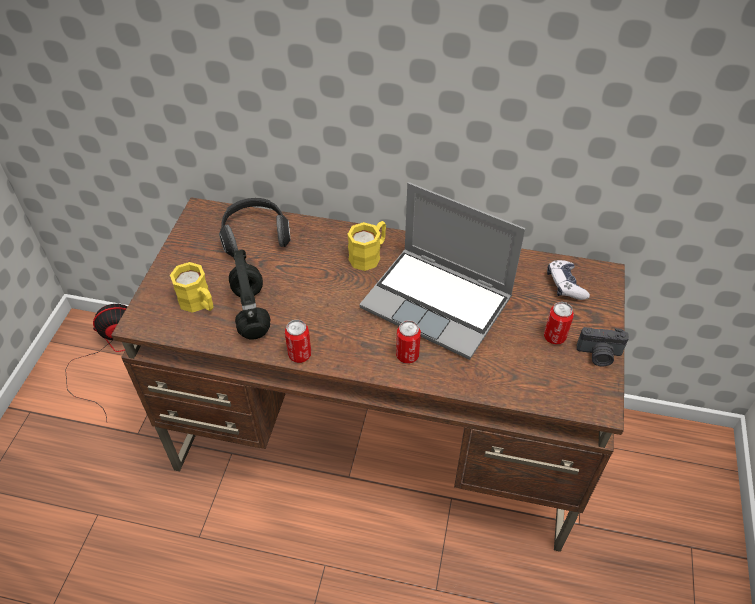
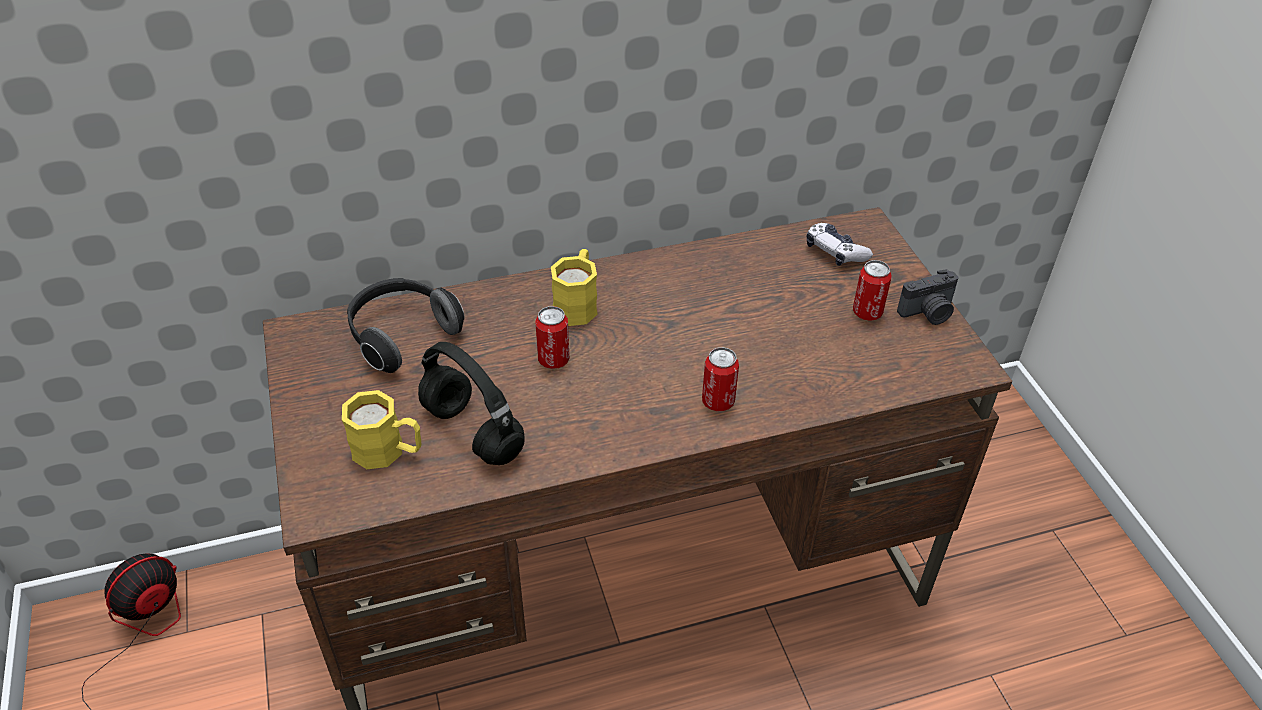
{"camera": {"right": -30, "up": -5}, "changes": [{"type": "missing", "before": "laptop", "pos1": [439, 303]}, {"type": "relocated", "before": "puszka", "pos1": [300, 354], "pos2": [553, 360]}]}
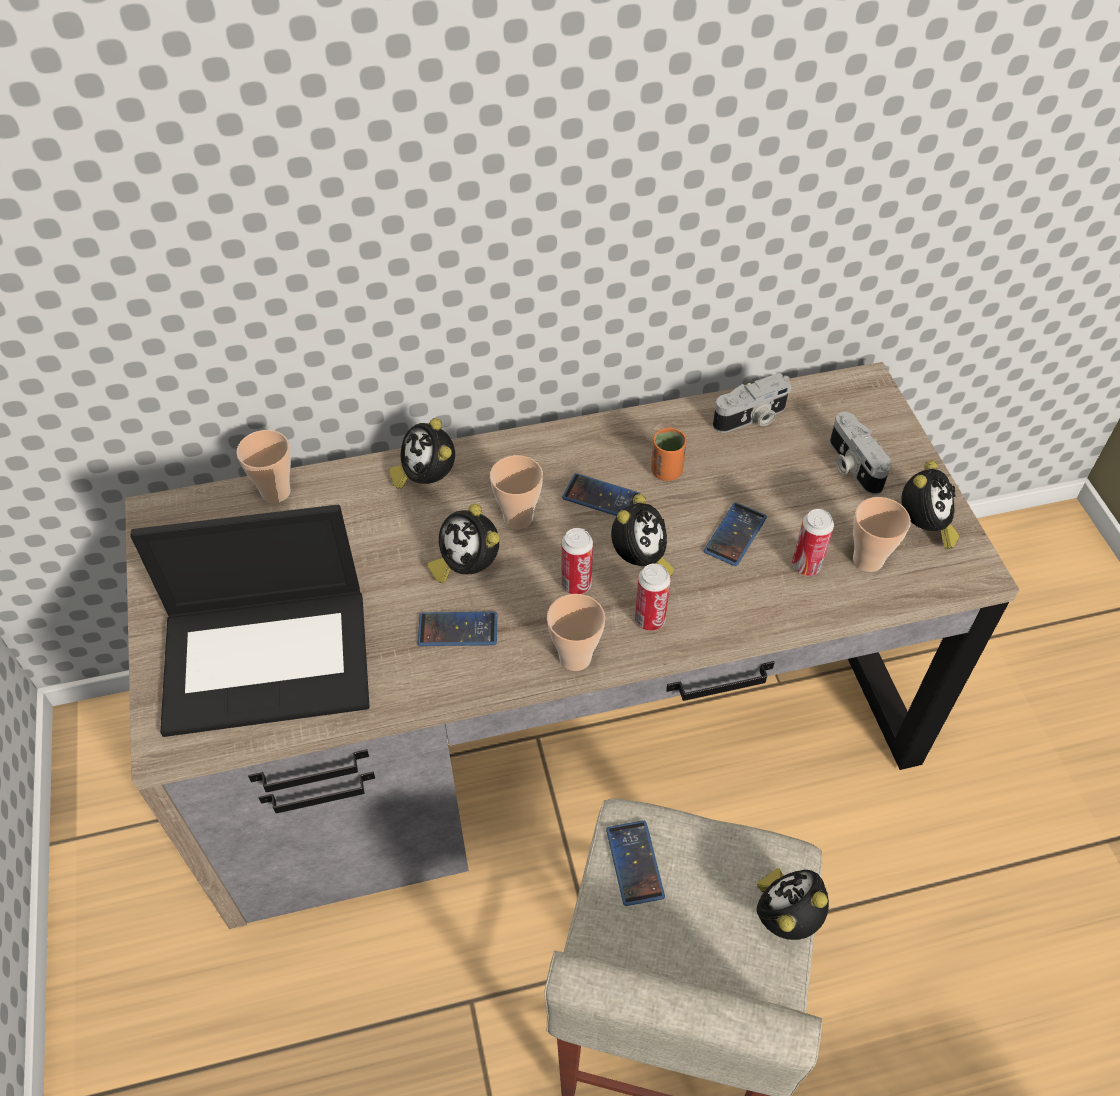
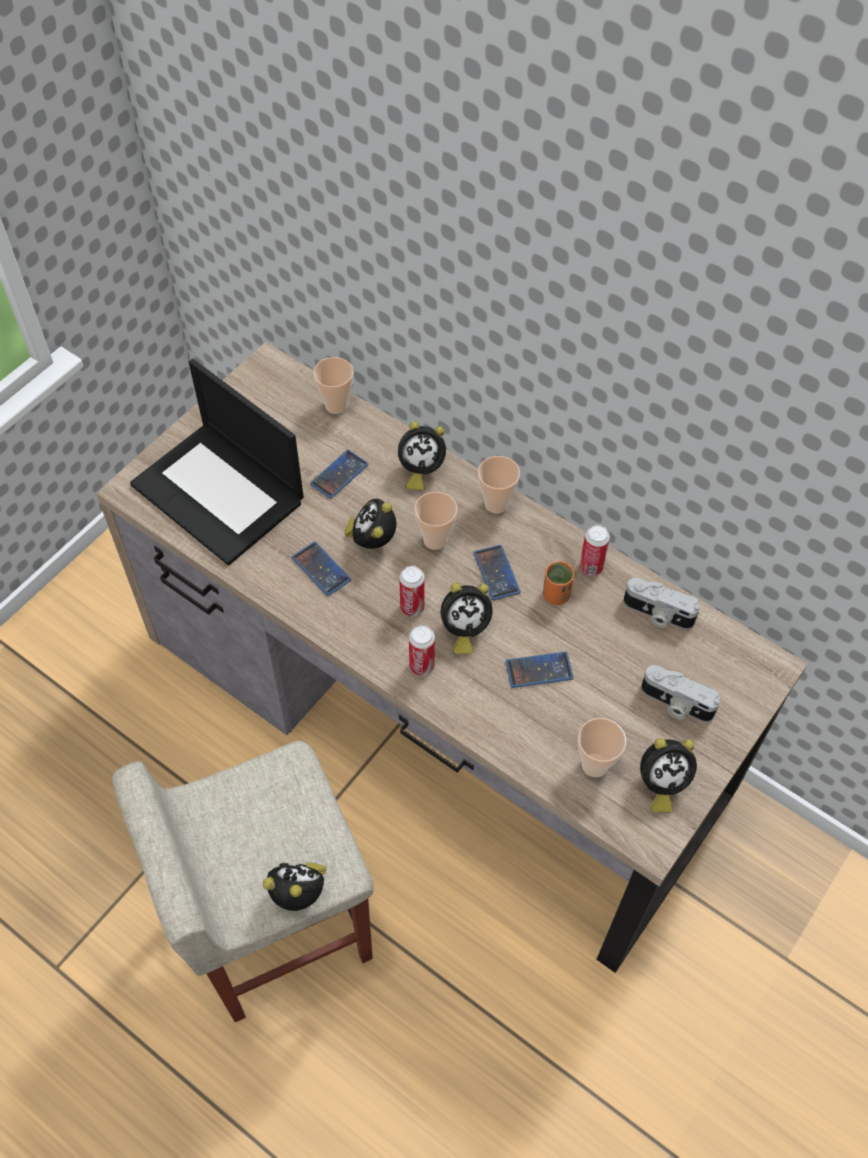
{"camera": {"right": 50, "up": 5}, "changes": [{"type": "spun", "before": "aparat fotograficzny", "pos1": [851, 465], "pos2": [675, 704], "turn": -90}, {"type": "spun", "before": "budzik", "pos1": [427, 478], "pos2": [420, 470], "turn": -120}, {"type": "relocated", "before": "puszka", "pos1": [806, 565], "pos2": [591, 567]}, {"type": "relocated", "before": "filiżanka", "pos1": [575, 657], "pos2": [496, 504]}, {"type": "relocated", "before": "telefon", "pos1": [635, 863], "pos2": [339, 474]}]}
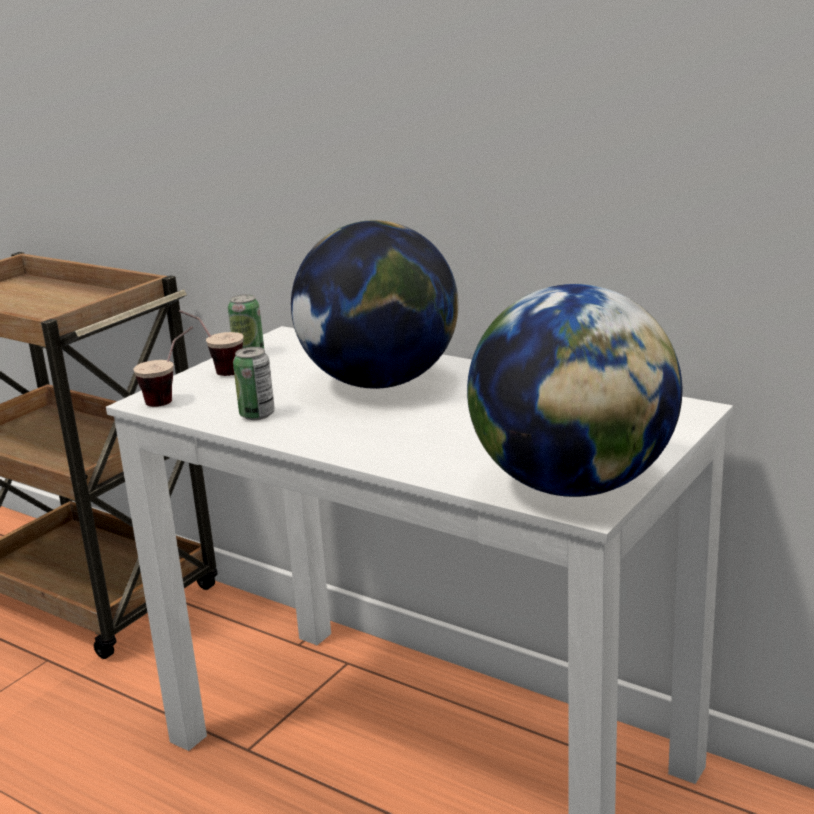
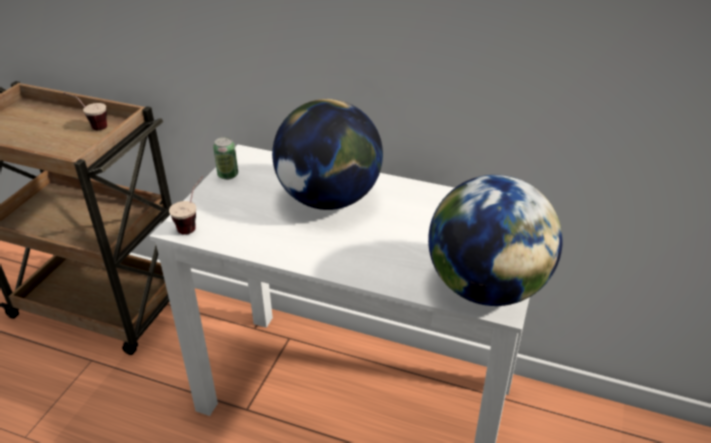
{"camera": {"right": -15, "up": 15}, "changes": [{"type": "relocated", "before": "filiżanka", "pos1": [215, 371], "pos2": [91, 126]}, {"type": "missing", "before": "puszka", "pos1": [257, 415]}]}
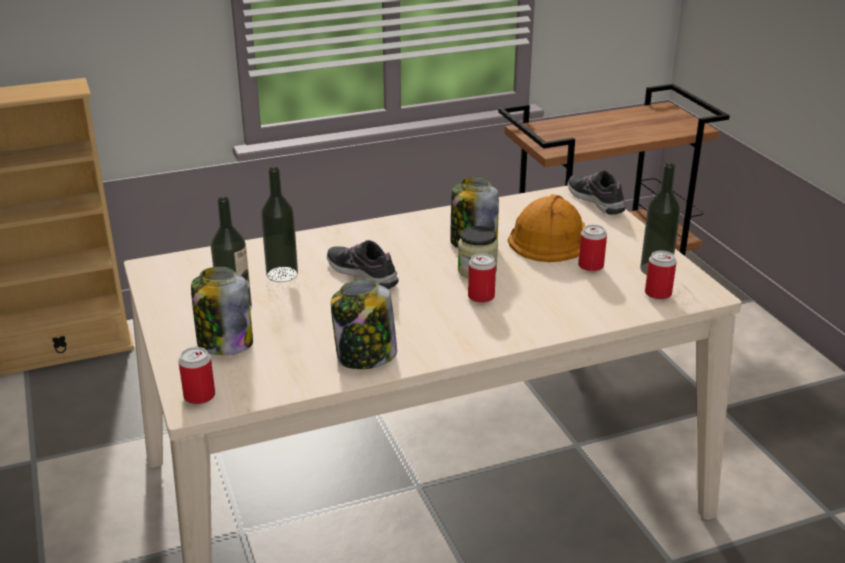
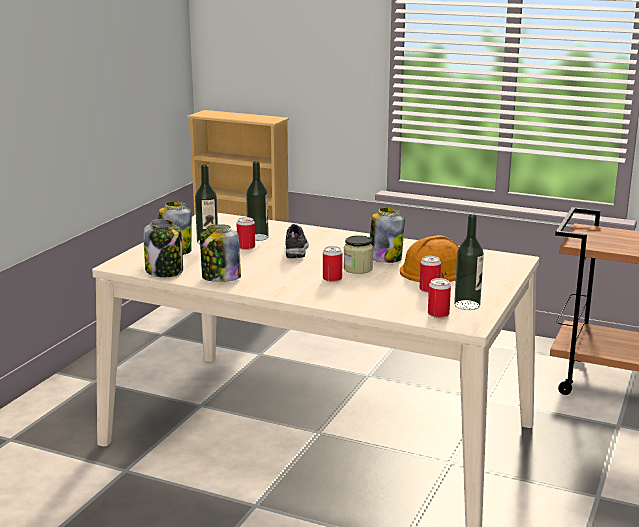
{"camera": {"right": 45, "up": -10}, "changes": [{"type": "missing", "before": "but", "pos1": [596, 200]}, {"type": "relocated", "before": "puszka", "pos1": [199, 396], "pos2": [246, 247]}, {"type": "appeared", "after": "słoik", "pos2": [165, 271]}]}
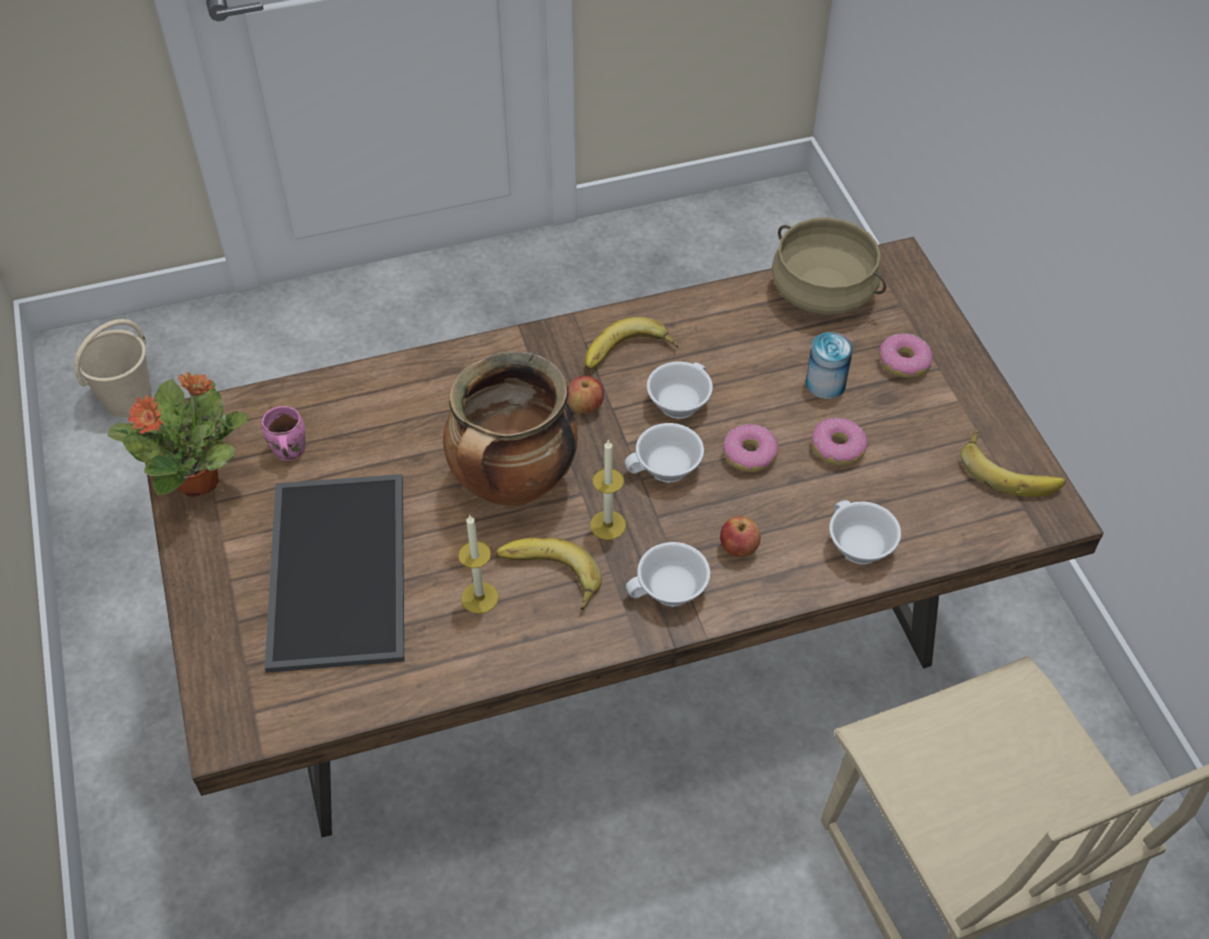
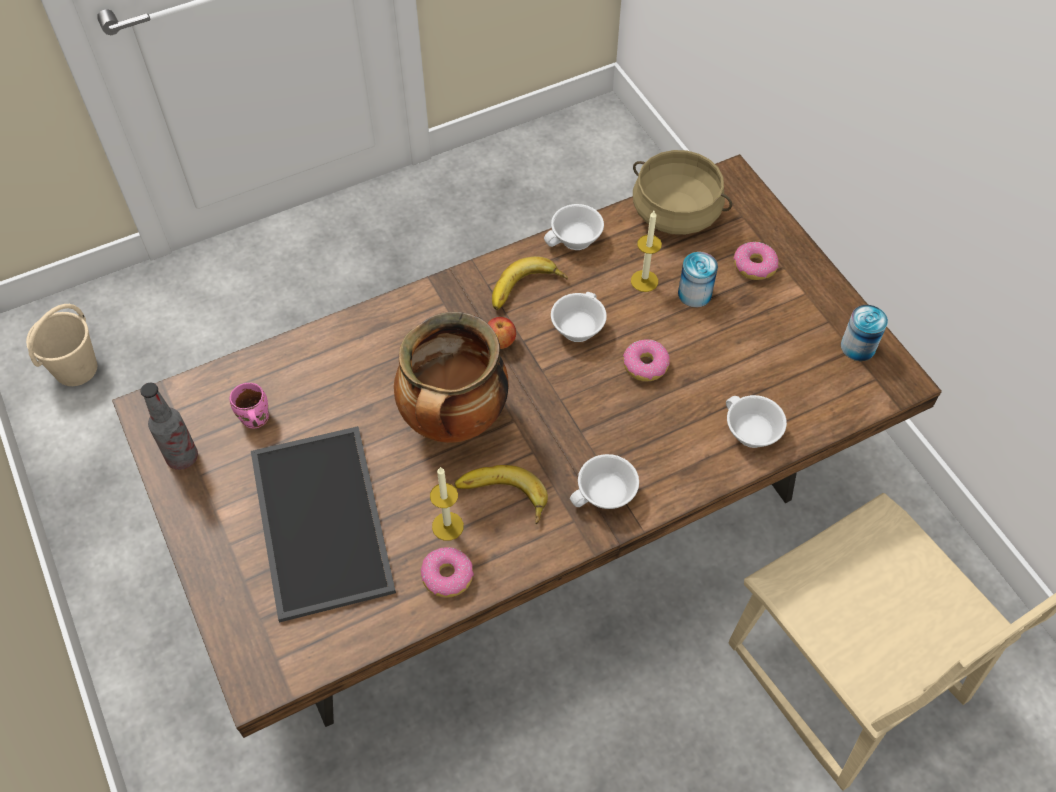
{"camera": {"right": -10, "up": 5}, "changes": [{"type": "exchanged", "before": "roślina doniczkowa", "after": "butelka", "pos1": [199, 480], "pos2": [182, 457]}, {"type": "relocated", "before": "donut", "pos1": [838, 448], "pos2": [448, 576]}, {"type": "relocated", "before": "filiżanka [biały]", "pos1": [667, 469], "pos2": [575, 240]}, {"type": "exchanged", "before": "banan", "after": "puszka", "pos1": [1010, 468], "pos2": [858, 347]}, {"type": "relocated", "before": "świeca", "pos1": [608, 525], "pos2": [644, 281]}, {"type": "missing", "before": "jabłko", "pos1": [738, 549]}]}
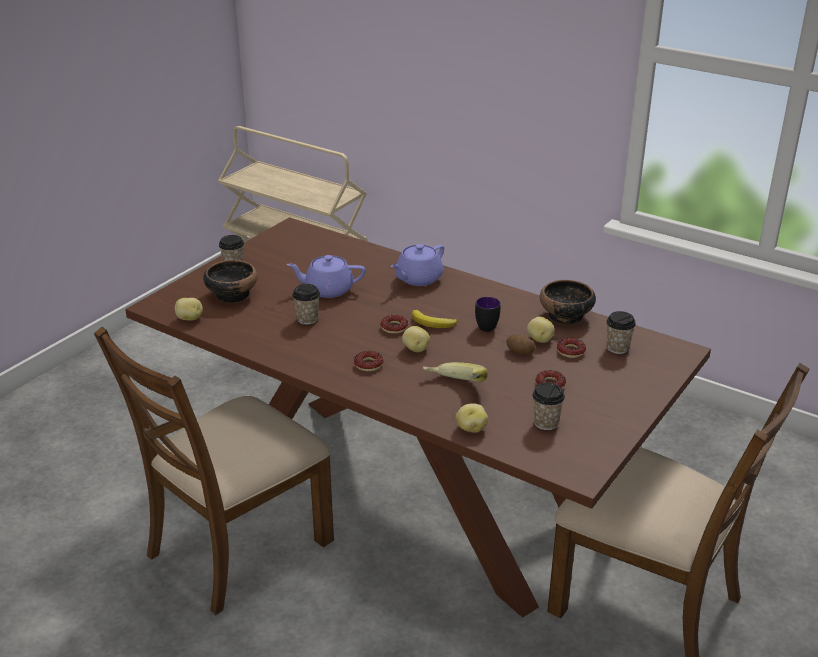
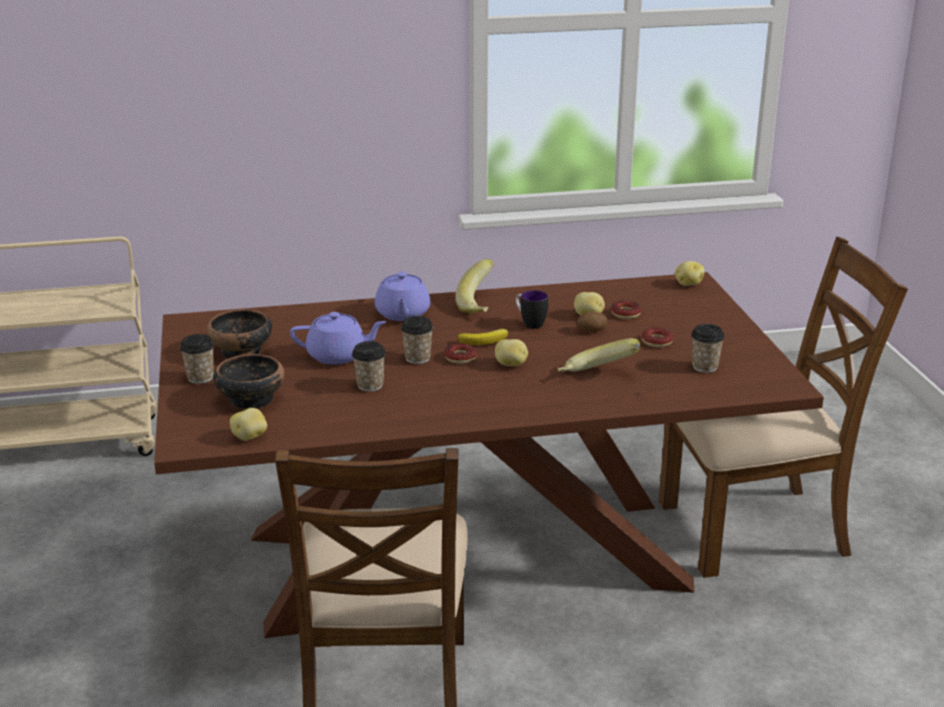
{"camera": {"right": -45, "up": -5}, "changes": [{"type": "spun", "before": "imbryk [fioletowy]", "pos1": [328, 290], "pos2": [338, 355], "turn": -135}, {"type": "relocated", "before": "miska", "pos1": [565, 316], "pos2": [241, 352]}, {"type": "relocated", "before": "filiżanka", "pos1": [617, 348], "pos2": [417, 358]}, {"type": "missing", "before": "donut", "pos1": [368, 364]}, {"type": "relocated", "before": "ziemniak", "pos1": [471, 428], "pos2": [688, 284]}, {"type": "appeared", "after": "banan", "pos2": [481, 305]}]}
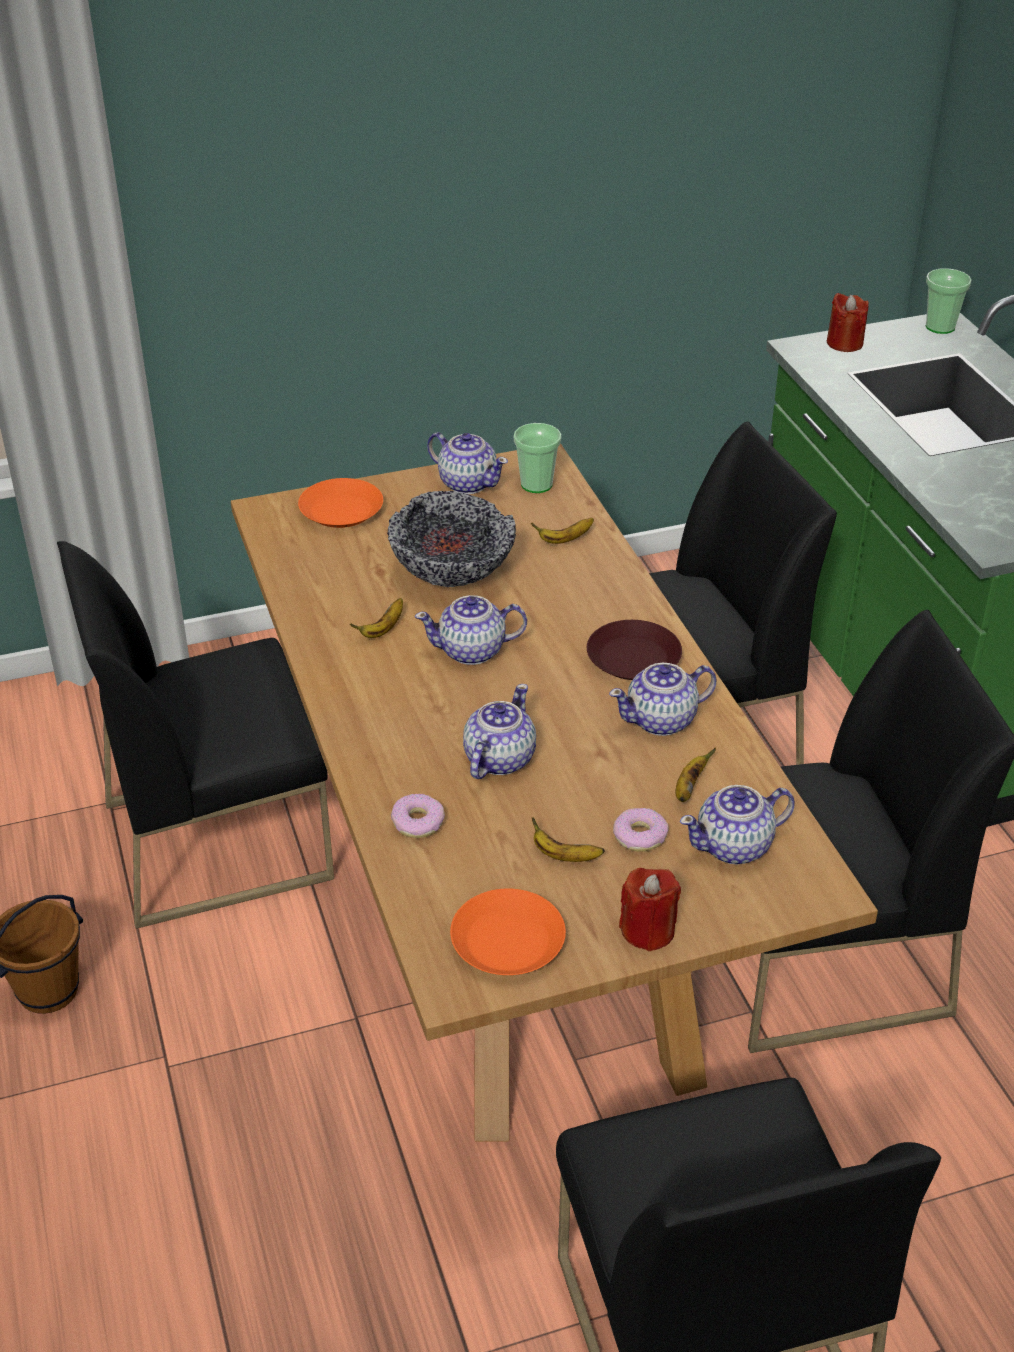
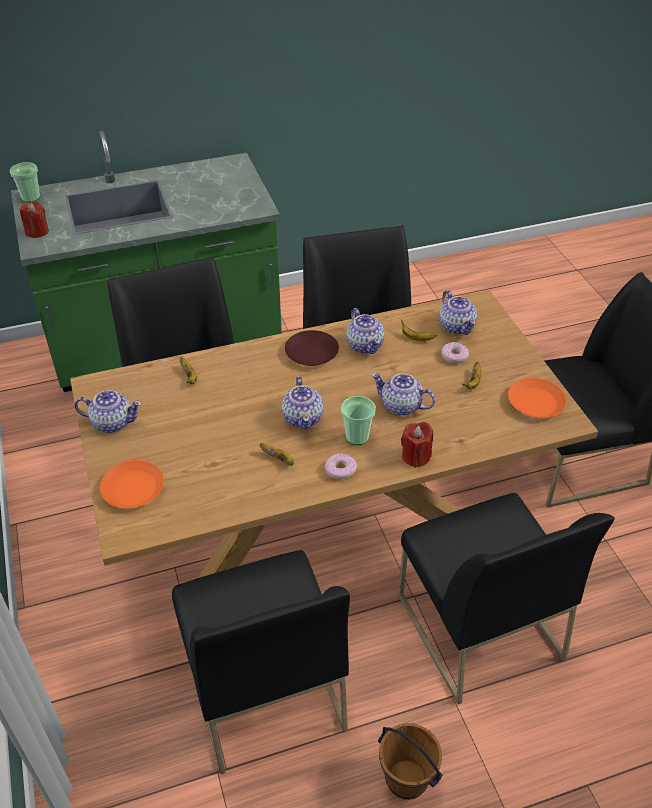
{"camera": {"right": -90, "up": 5}, "changes": [{"type": "relocated", "before": "filiżanka", "pos1": [536, 484], "pos2": [357, 437]}, {"type": "spun", "before": "imbryk", "pos1": [467, 483], "pos2": [112, 422], "turn": 60}, {"type": "missing", "before": "miska", "pos1": [453, 574]}, {"type": "relocated", "before": "donut", "pos1": [418, 822], "pos2": [340, 470]}, {"type": "relocated", "before": "świeca [czerwony]", "pos1": [648, 930], "pos2": [416, 456]}, {"type": "appeared", "after": "krzesło [czarny]", "pos2": [477, 626]}]}
